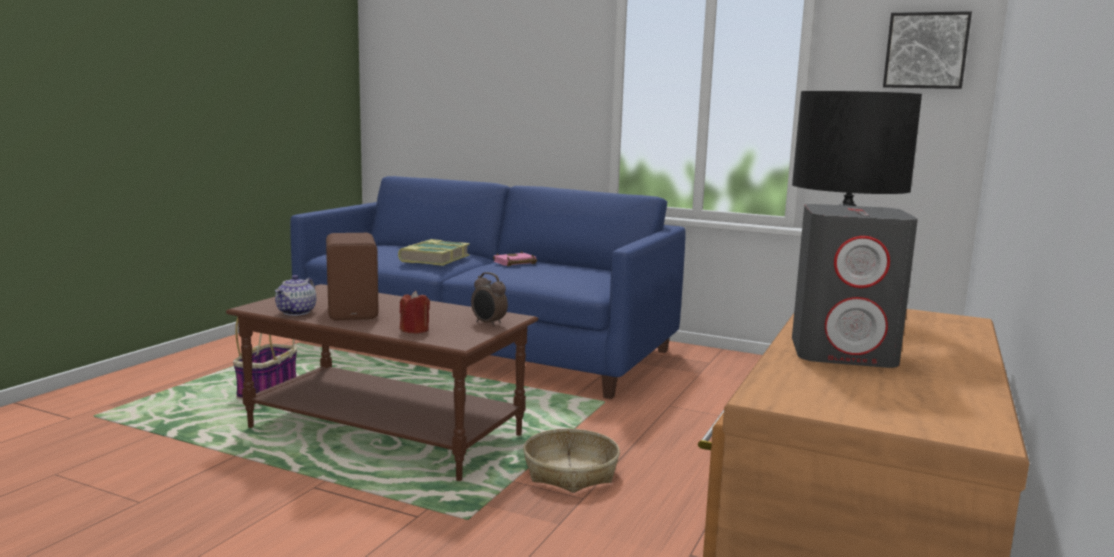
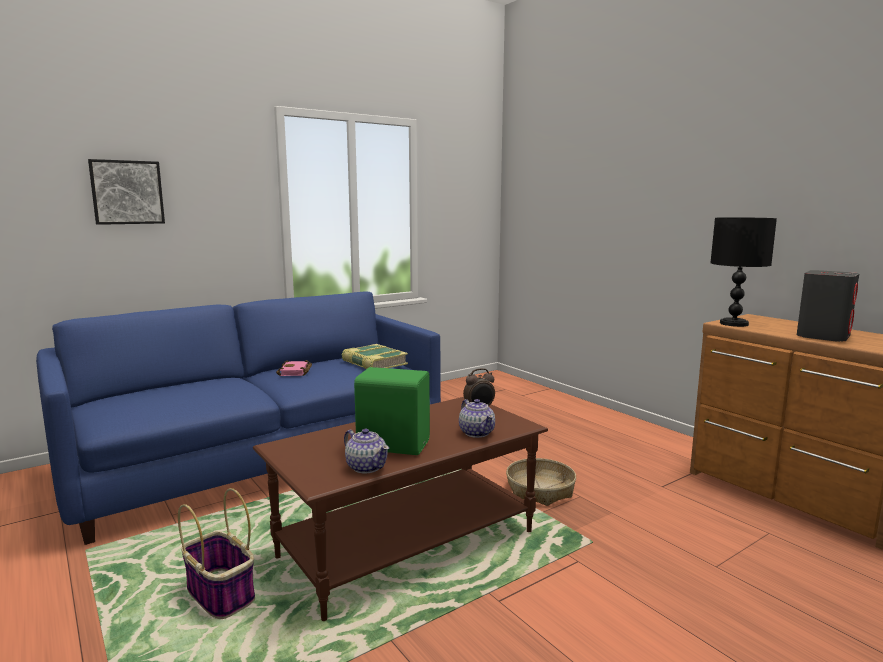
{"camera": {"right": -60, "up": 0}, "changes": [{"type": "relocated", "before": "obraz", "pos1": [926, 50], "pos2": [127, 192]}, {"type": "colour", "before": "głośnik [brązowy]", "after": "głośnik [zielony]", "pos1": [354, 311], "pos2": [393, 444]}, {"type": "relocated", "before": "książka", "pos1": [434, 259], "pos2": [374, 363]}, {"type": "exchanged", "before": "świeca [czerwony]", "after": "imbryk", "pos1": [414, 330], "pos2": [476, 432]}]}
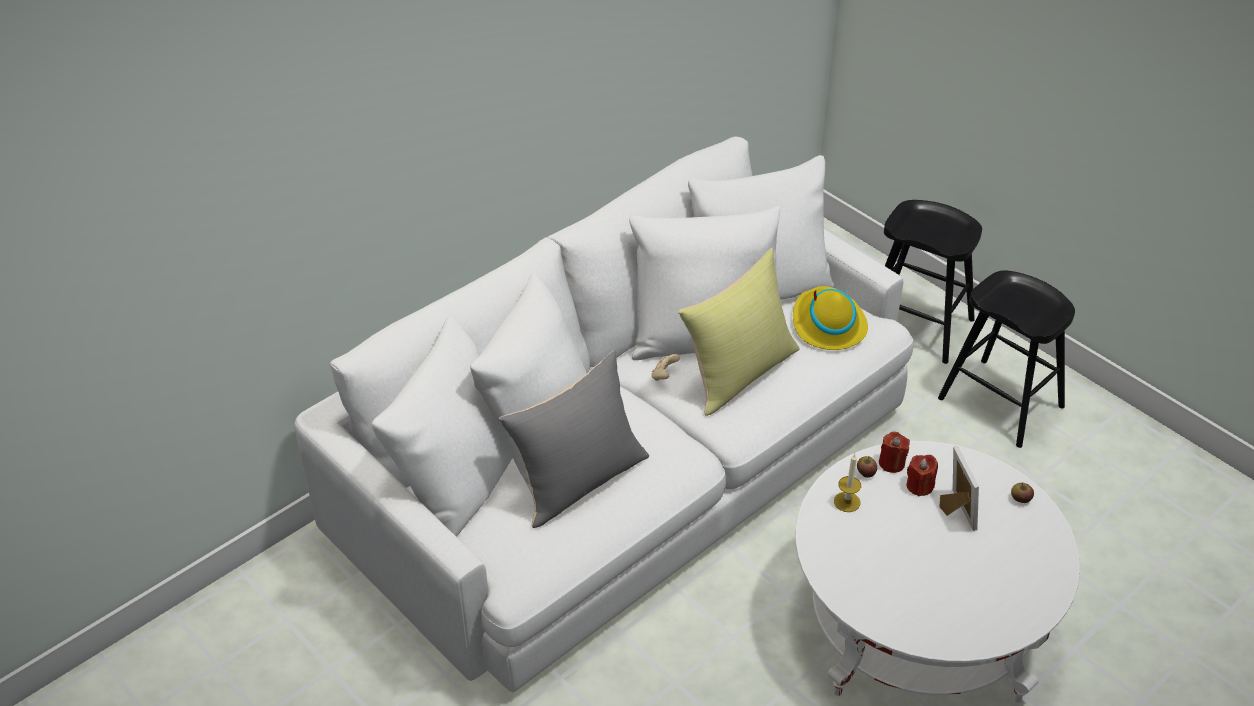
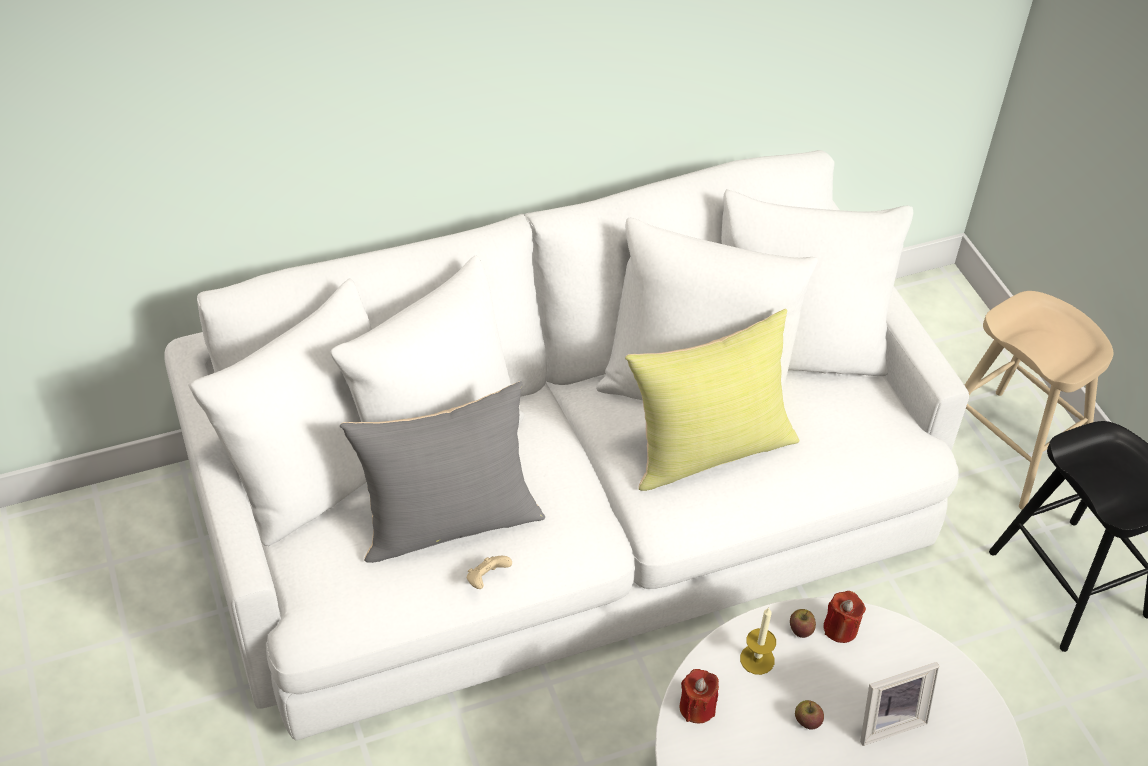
{"camera": {"right": 20, "up": 5}, "changes": [{"type": "colour", "before": "stołek [czarny]", "after": "stołek [beżowy]", "pos1": [916, 325], "pos2": [1009, 448]}, {"type": "missing", "before": "kapelusz [żółty]", "pos1": [827, 324]}, {"type": "relocated", "before": "pad do gier [beżowy]", "pos1": [664, 375], "pos2": [487, 579]}, {"type": "spun", "before": "ramka na zdjęcie", "pos1": [954, 511], "pos2": [887, 721], "turn": 60}, {"type": "relocated", "before": "świeca [czerwony]", "pos1": [919, 486], "pos2": [697, 707]}, {"type": "relocated", "before": "jabłko", "pos1": [1020, 499], "pos2": [807, 721]}]}
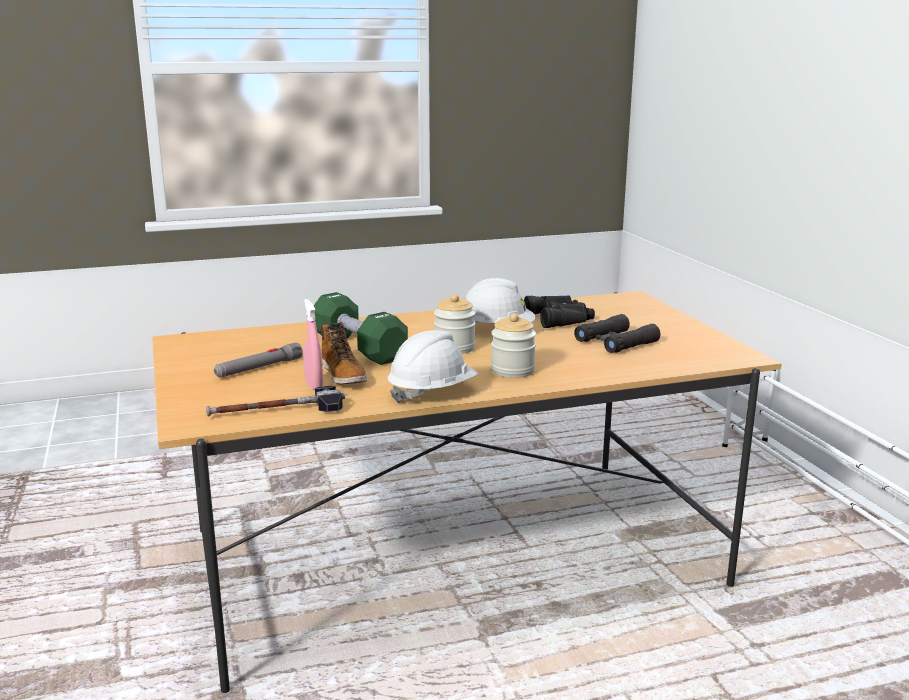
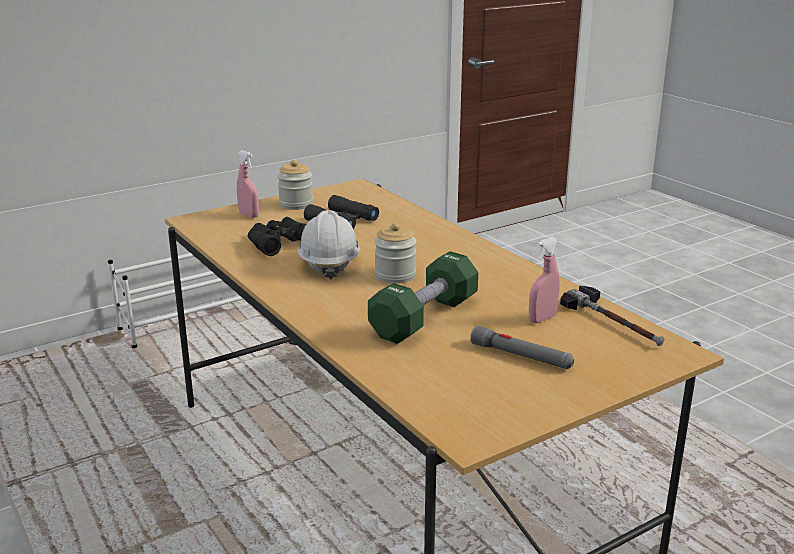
{"camera": {"right": -105, "up": 5}, "changes": [{"type": "relocated", "before": "słoik", "pos1": [512, 370], "pos2": [296, 204]}, {"type": "missing", "before": "but z cholewką", "pos1": [343, 375]}, {"type": "missing", "before": "kask [biały]", "pos1": [432, 392]}, {"type": "appeared", "after": "spryskiwacz [różowy]", "pos2": [249, 215]}]}
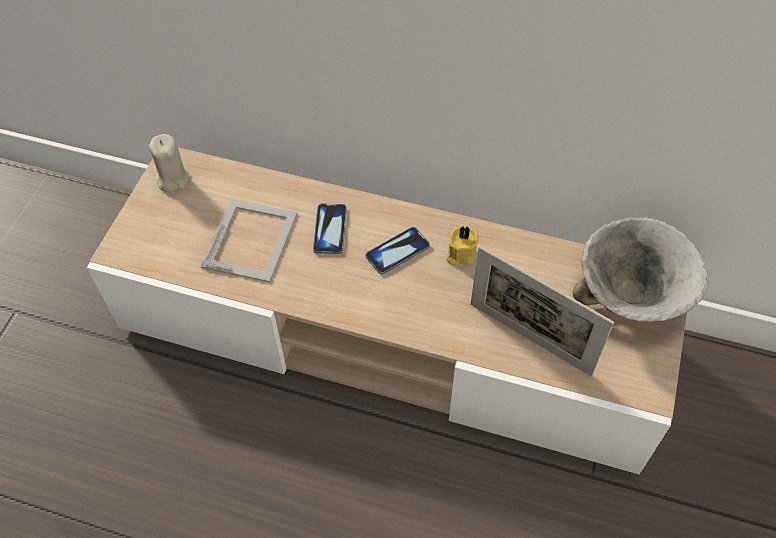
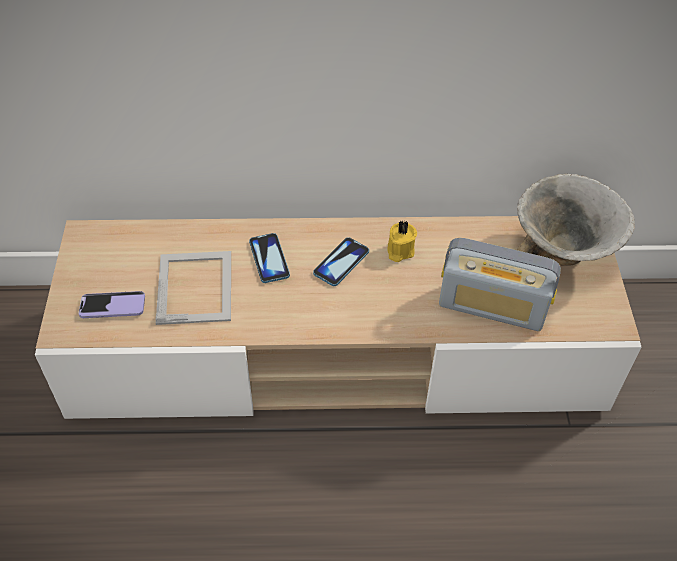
{"camera": {"right": -20, "up": -5}, "changes": [{"type": "missing", "before": "świeca [beżowy]", "pos1": [173, 179]}, {"type": "exchanged", "before": "ramka na zdjęcie", "after": "radio", "pos1": [529, 338], "pos2": [492, 307]}, {"type": "appeared", "after": "telefon", "pos2": [112, 306]}]}
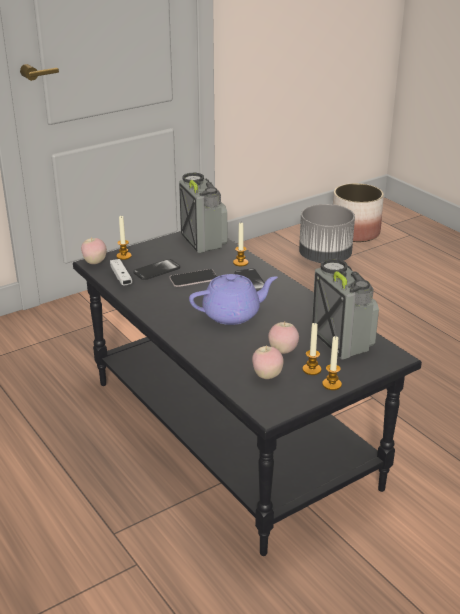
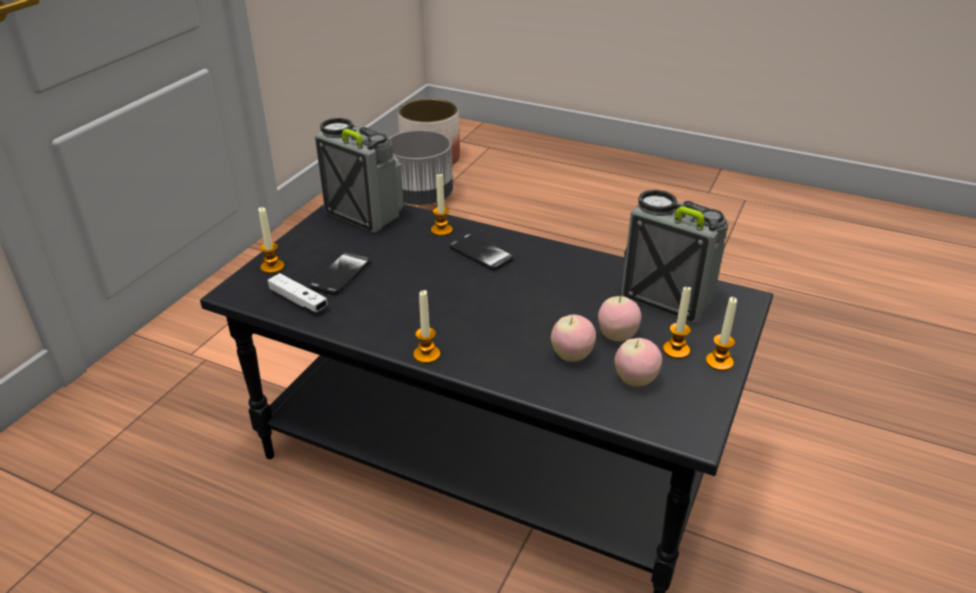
{"camera": {"right": -30, "up": 5}, "changes": [{"type": "relocated", "before": "jabłko", "pos1": [95, 262], "pos2": [572, 356]}, {"type": "missing", "before": "telefon", "pos1": [193, 279]}, {"type": "missing", "before": "imbryk [fioletowy]", "pos1": [233, 314]}, {"type": "appeared", "after": "świeca", "pos2": [426, 355]}]}
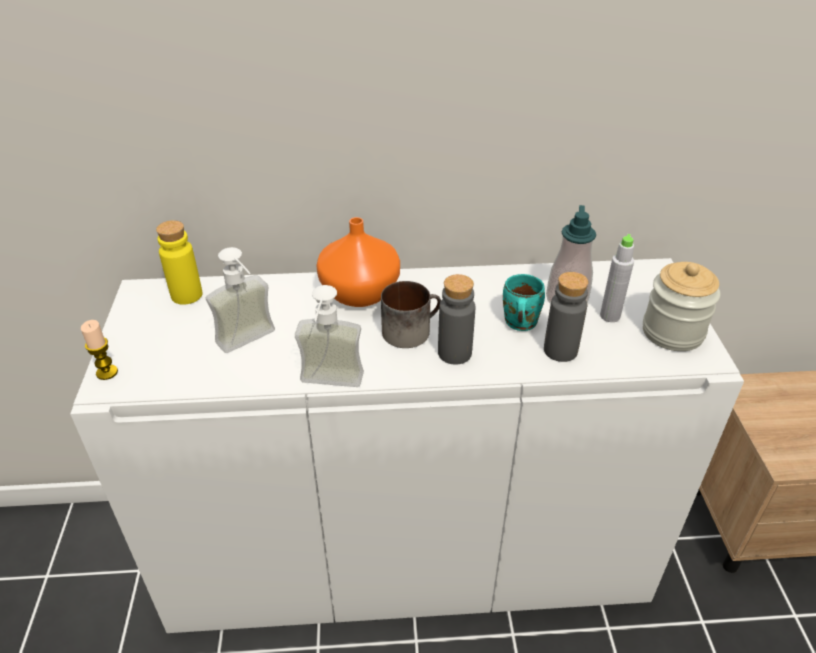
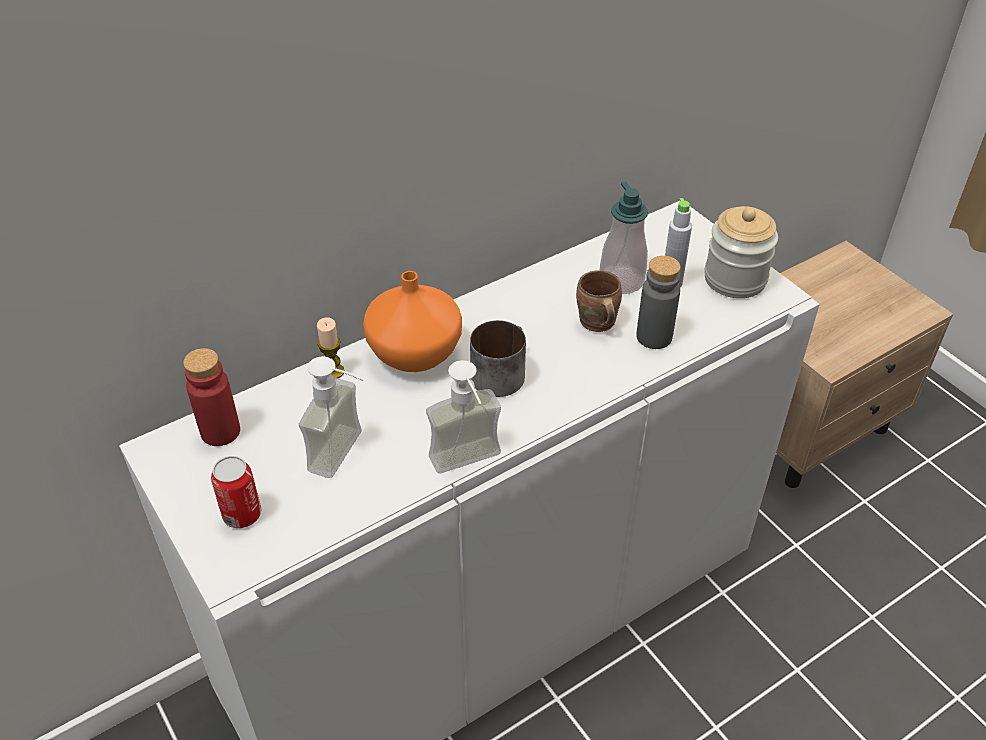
{"camera": {"right": -30, "up": 5}, "changes": [{"type": "colour", "before": "butelka [żółty]", "after": "butelka [czerwony]", "pos1": [186, 295], "pos2": [220, 431]}, {"type": "missing", "before": "butelka [szary]", "pos1": [454, 353]}, {"type": "colour", "before": "kubek [turkusowy]", "after": "kubek [brązowy]", "pos1": [518, 323], "pos2": [596, 324]}, {"type": "relocated", "before": "świeca", "pos1": [107, 372], "pos2": [333, 372]}, {"type": "appeared", "after": "puszka", "pos2": [242, 514]}]}
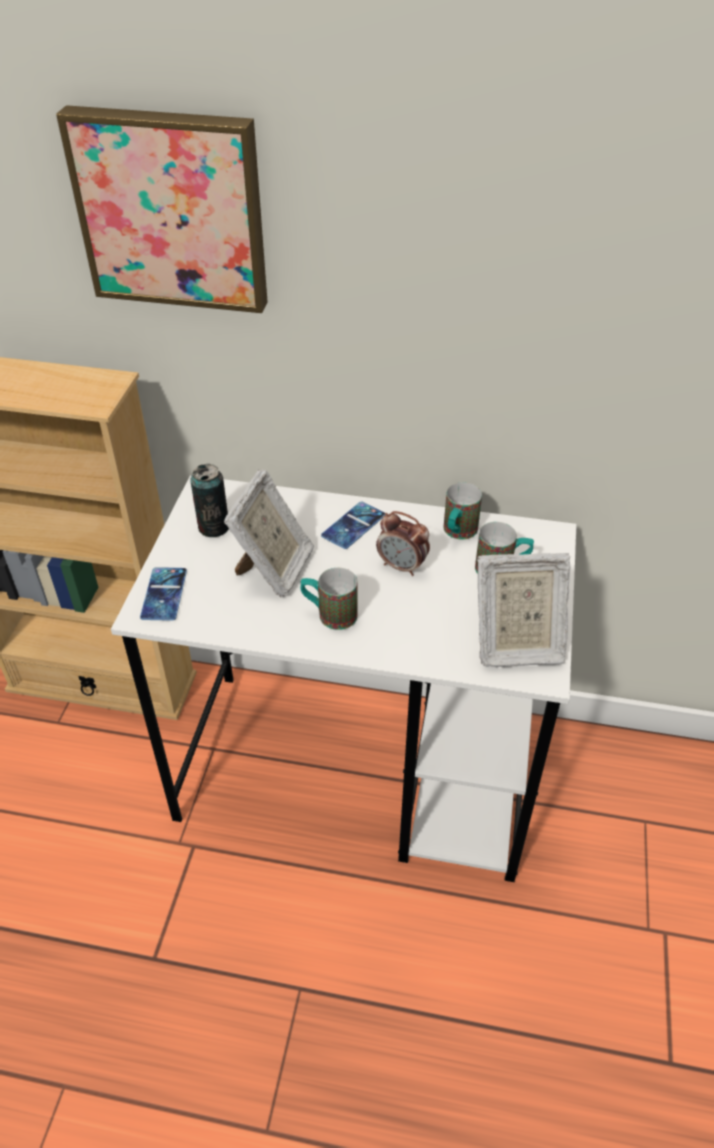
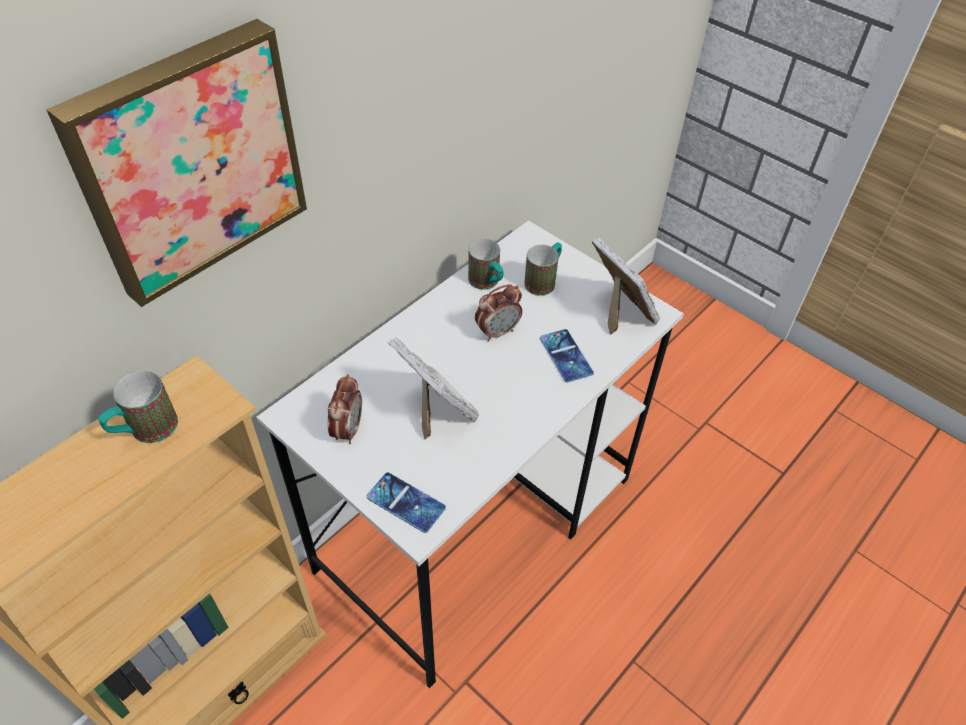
{"camera": {"right": -60, "up": 5}, "changes": [{"type": "exchanged", "before": "puszka", "after": "budzik", "pos1": [213, 527], "pos2": [347, 429]}, {"type": "relocated", "before": "telefon", "pos1": [353, 525], "pos2": [566, 356]}, {"type": "spun", "before": "ramka na zdjęcie", "pos1": [515, 645], "pos2": [621, 313], "turn": -60}, {"type": "relocated", "before": "kubek", "pos1": [329, 614], "pos2": [145, 431]}]}
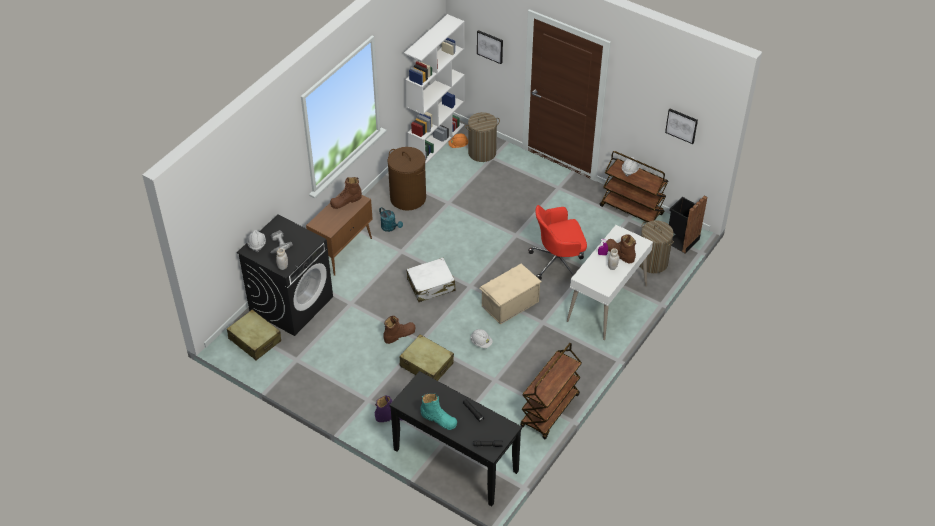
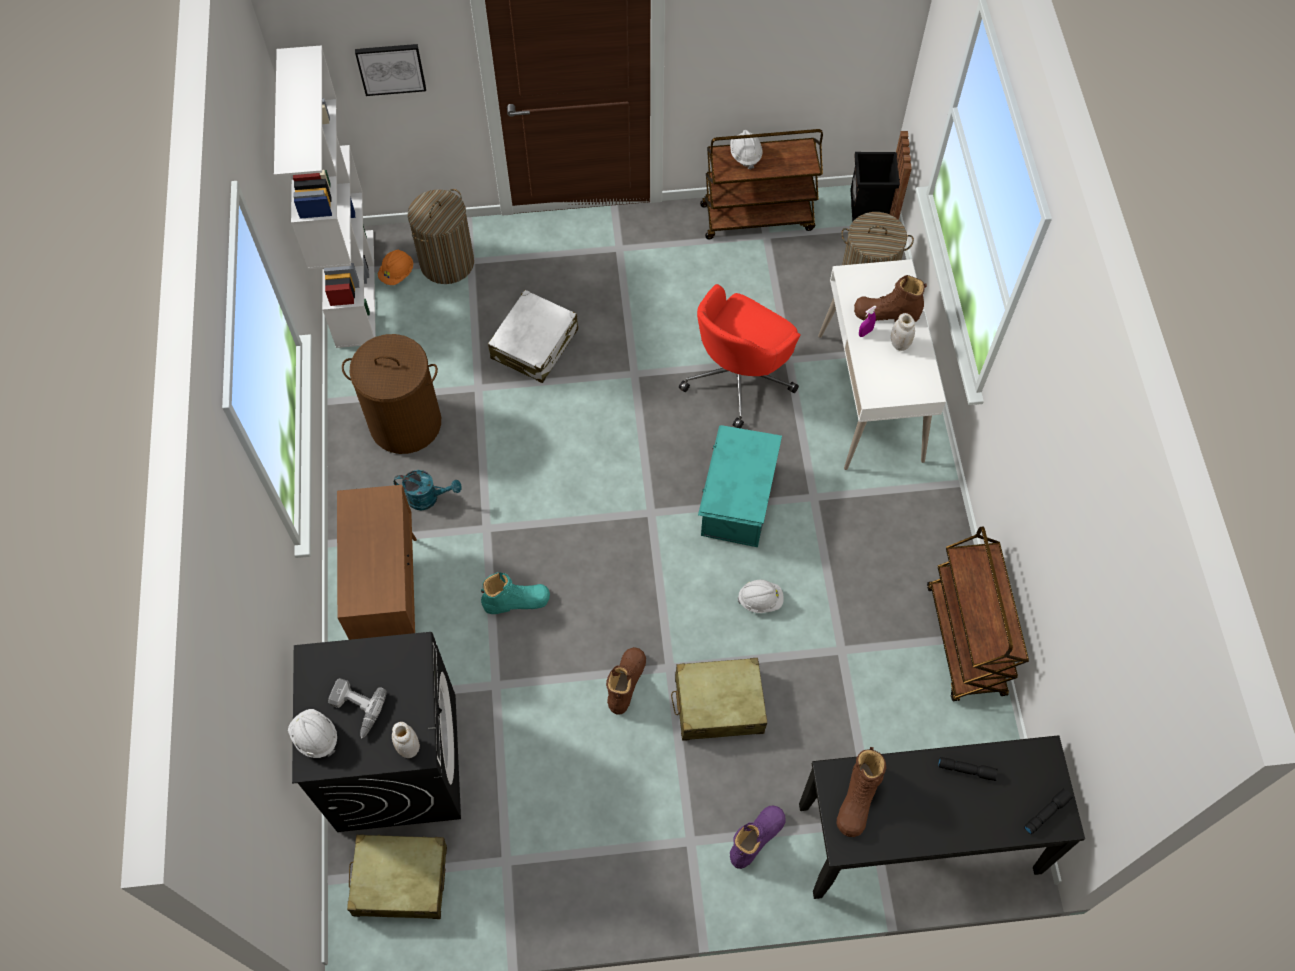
{"camera": {"right": -40, "up": 15}, "changes": [{"type": "missing", "before": "obraz", "pos1": [681, 125]}, {"type": "relocated", "before": "but z cholewką [brązowy]", "pos1": [346, 201], "pos2": [857, 799]}, {"type": "relocated", "before": "walizka [biały]", "pos1": [431, 285], "pos2": [535, 344]}, {"type": "colour", "before": "pojemnik do przechowywania [beżowy]", "after": "pojemnik do przechowywania [turkusowy]", "pos1": [509, 303], "pos2": [736, 500]}, {"type": "relocated", "before": "but z cholewką [turkusowy]", "pos1": [439, 419], "pos2": [516, 601]}]}
